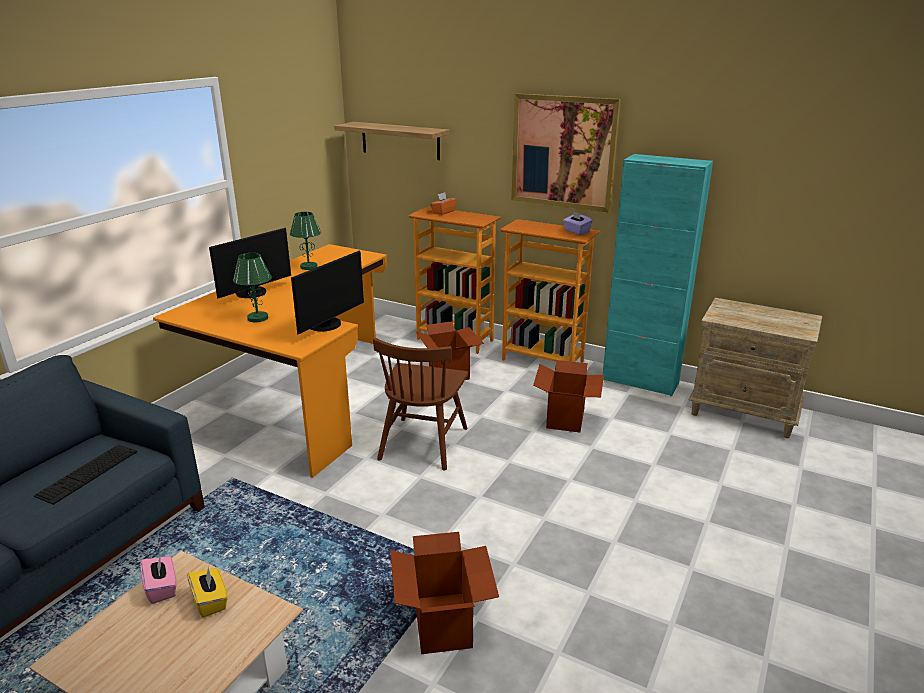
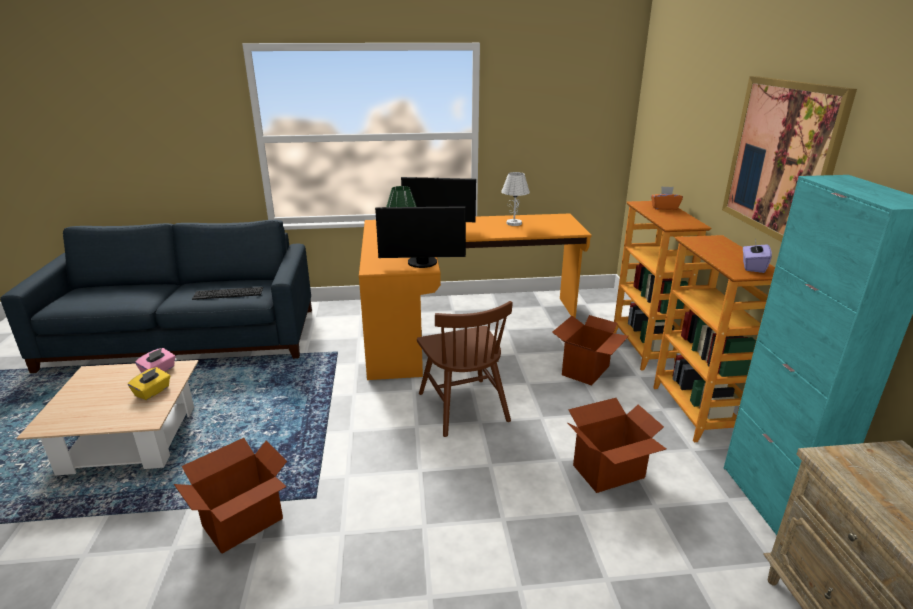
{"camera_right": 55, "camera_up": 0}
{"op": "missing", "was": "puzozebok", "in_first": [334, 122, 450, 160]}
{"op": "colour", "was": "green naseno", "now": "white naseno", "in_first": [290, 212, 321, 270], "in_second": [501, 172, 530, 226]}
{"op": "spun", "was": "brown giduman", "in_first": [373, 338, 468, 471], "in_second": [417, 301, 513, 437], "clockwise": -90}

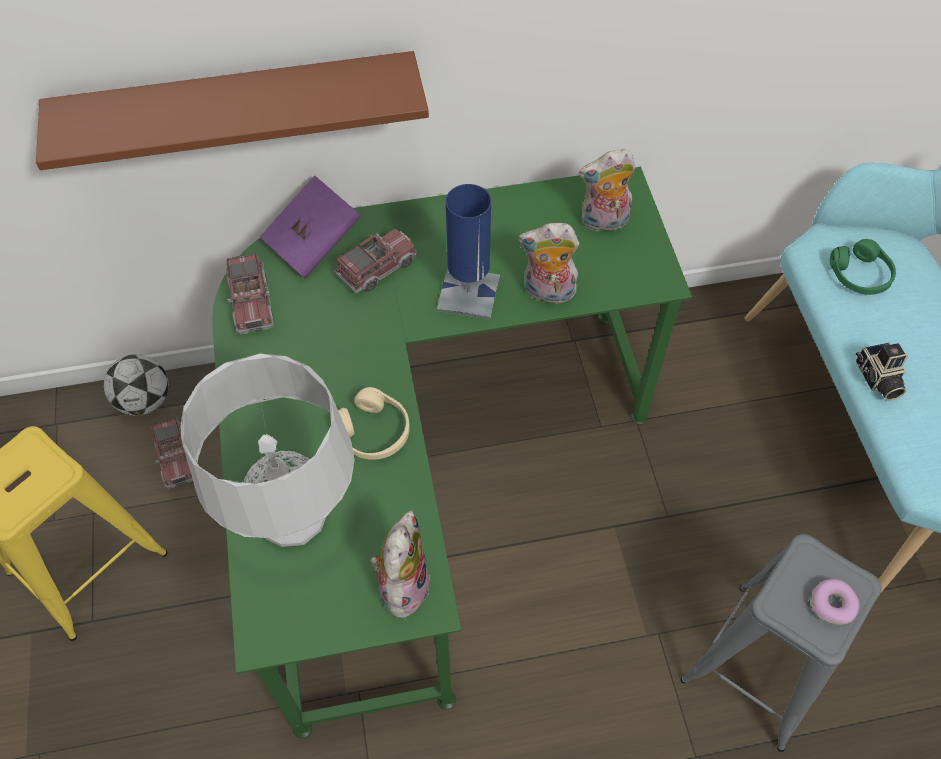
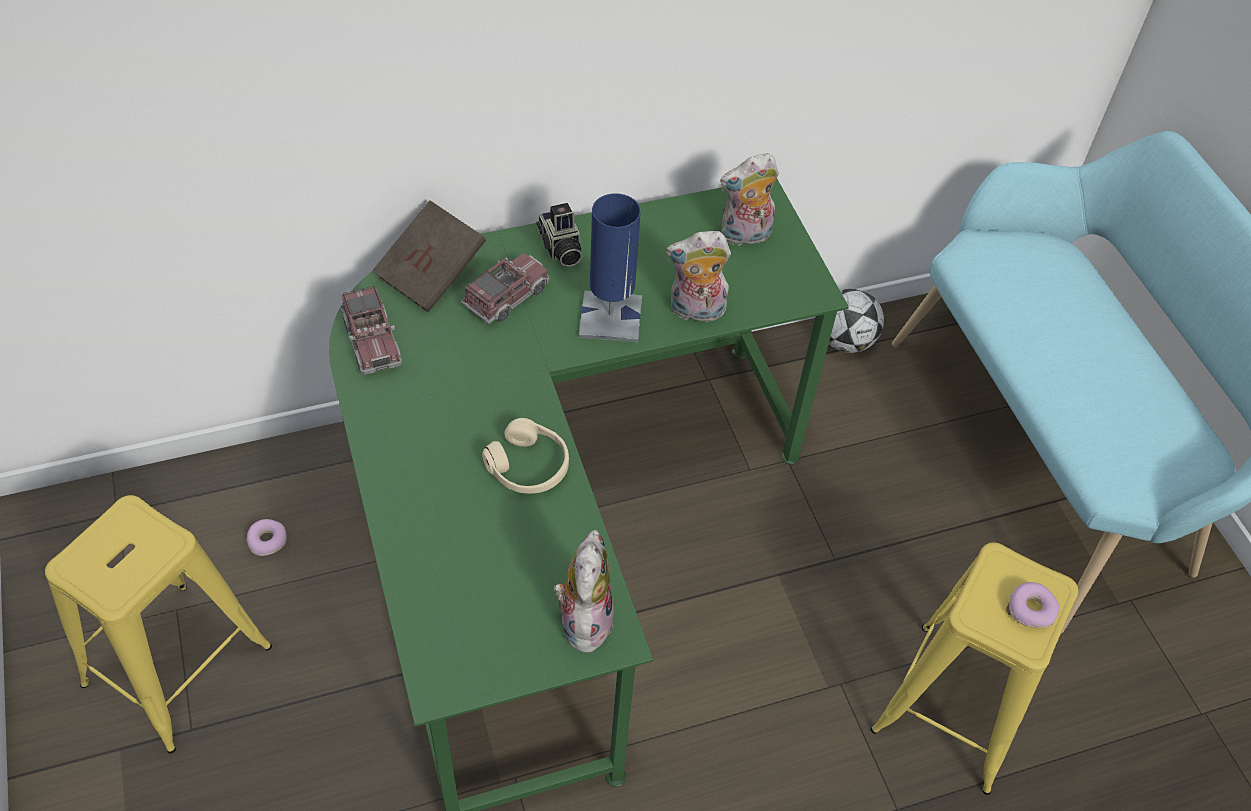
{"camera_right": -10, "camera_up": -5}
{"op": "missing", "was": "brown puzozebok", "in_first": [36, 51, 429, 170]}
{"op": "missing", "was": "grey naseno", "in_first": [180, 353, 354, 547]}
{"op": "missing", "was": "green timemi", "in_first": [830, 239, 896, 295]}
{"op": "relocated", "was": "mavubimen", "in_first": [104, 354, 168, 416], "in_second": [829, 289, 884, 353]}
{"op": "relocated", "was": "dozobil", "in_first": [856, 342, 908, 401], "in_second": [537, 203, 582, 267]}
{"op": "exchanged", "was": "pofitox", "now": "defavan", "in_first": [152, 418, 193, 489], "in_second": [246, 519, 287, 556]}
{"op": "colour", "was": "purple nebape", "now": "brown nebape", "in_first": [260, 175, 361, 278], "in_second": [372, 200, 486, 312]}
{"op": "colour", "was": "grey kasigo", "now": "yellow kasigo", "in_first": [681, 534, 881, 752], "in_second": [871, 542, 1078, 795]}

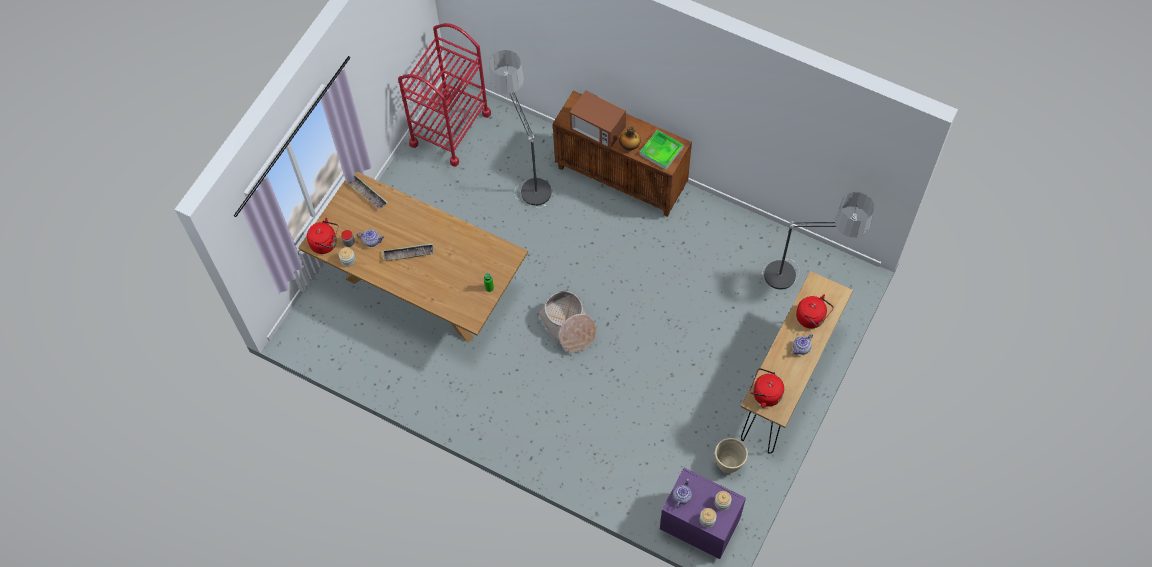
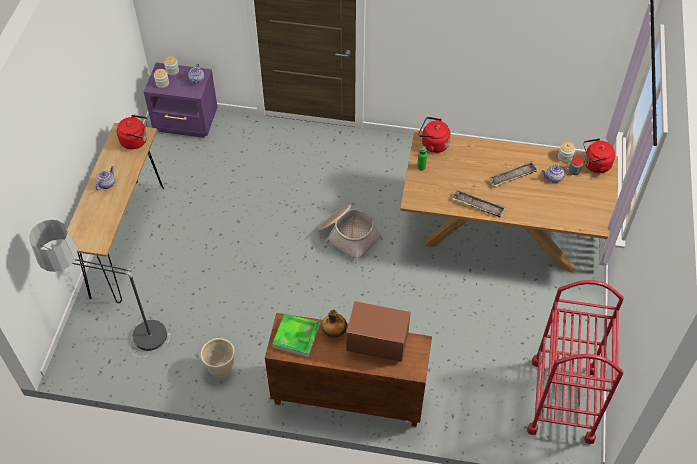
{"camera_right": 160, "camera_up": -10}
{"op": "missing", "was": "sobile", "in_first": [489, 50, 552, 208]}
{"op": "relocated", "was": "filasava", "in_first": [345, 175, 388, 210], "in_second": [452, 190, 506, 218]}
{"op": "relocated", "was": "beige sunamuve", "in_first": [715, 438, 748, 473], "in_second": [201, 338, 235, 378]}
{"op": "relocated", "was": "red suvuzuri", "in_first": [796, 294, 834, 328], "in_second": [418, 117, 451, 153]}

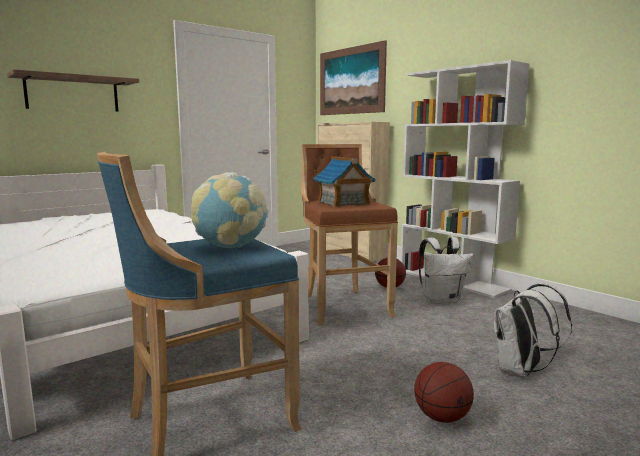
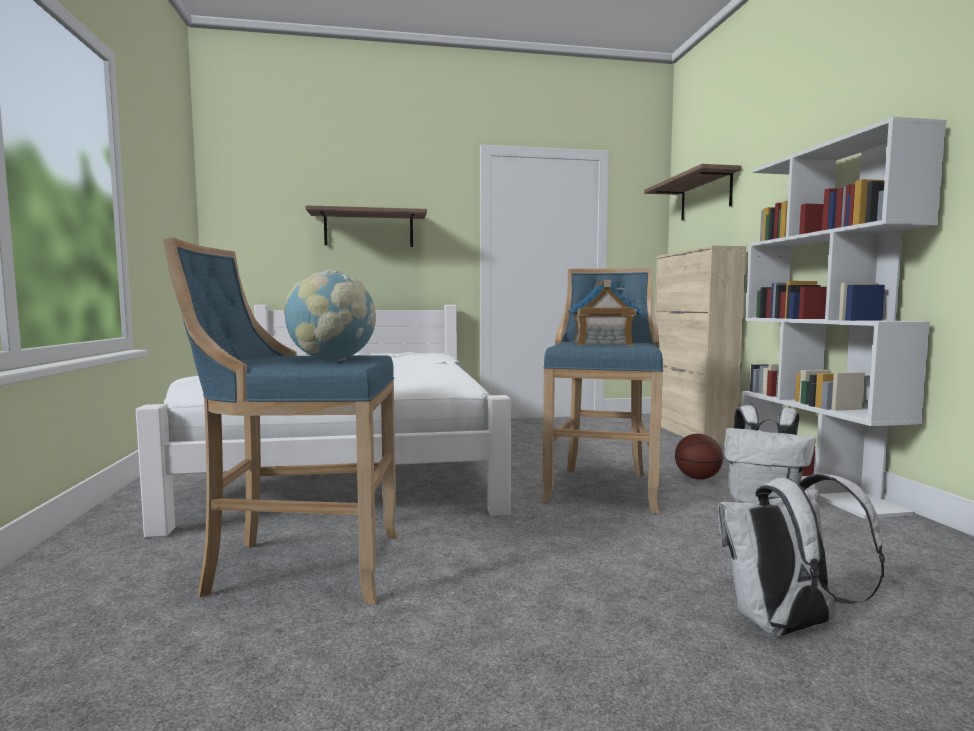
{"camera_right": 30, "camera_up": -5}
{"op": "missing", "was": "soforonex", "in_first": [414, 362, 474, 423]}
{"op": "exchanged", "was": "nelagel", "now": "puzozebok", "in_first": [320, 40, 387, 115], "in_second": [644, 164, 741, 220]}
{"op": "colour", "was": "brown kasigo", "now": "blue kasigo", "in_first": [301, 144, 398, 326], "in_second": [541, 268, 663, 513]}

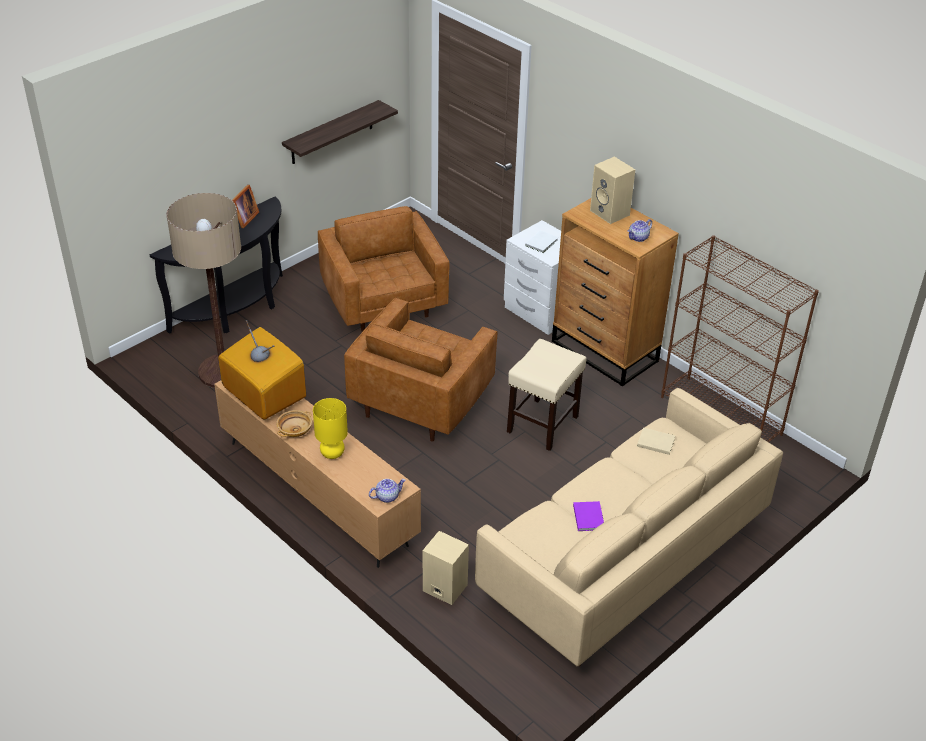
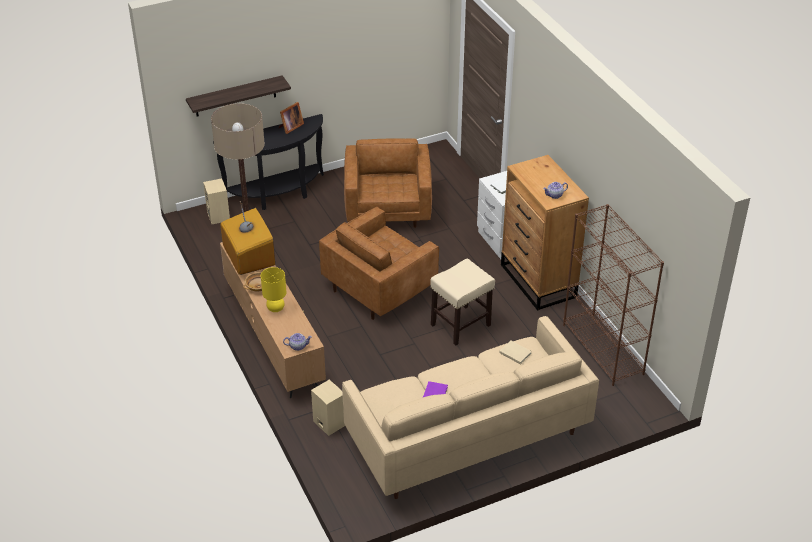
{"camera_right": 20, "camera_up": 0}
{"op": "relocated", "was": "puzozebok", "in_first": [282, 100, 398, 164], "in_second": [186, 75, 291, 117]}
{"op": "relocated", "was": "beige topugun", "in_first": [590, 157, 636, 224], "in_second": [203, 179, 230, 224]}

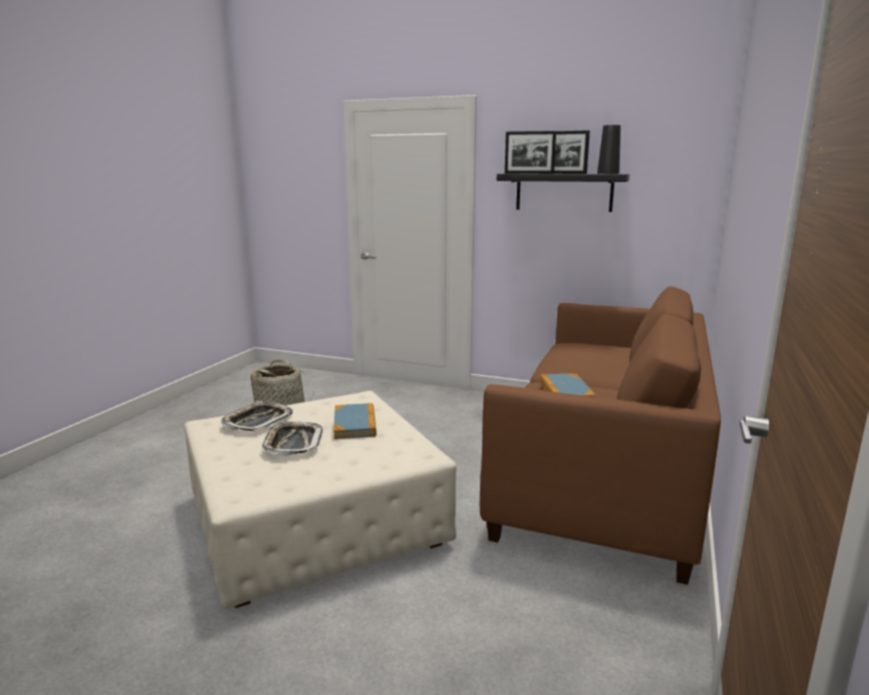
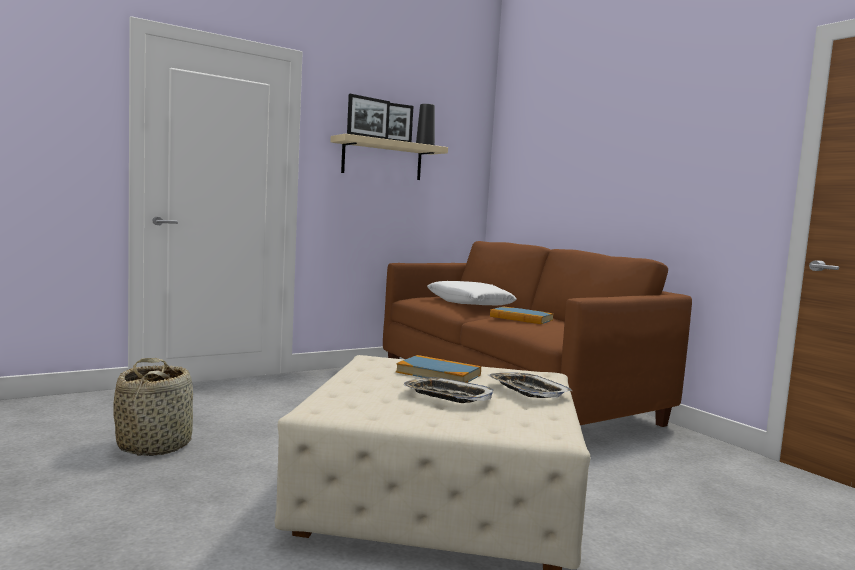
{"camera_right": -55, "camera_up": -10}
{"op": "appeared", "now": "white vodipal", "in_second": [427, 281, 517, 305]}
{"op": "relocated", "was": "filasava", "in_first": [221, 401, 293, 431], "in_second": [488, 372, 572, 398]}
{"op": "colour", "was": "black puzozebok", "now": "beige puzozebok", "in_first": [497, 174, 630, 212], "in_second": [330, 134, 448, 180]}

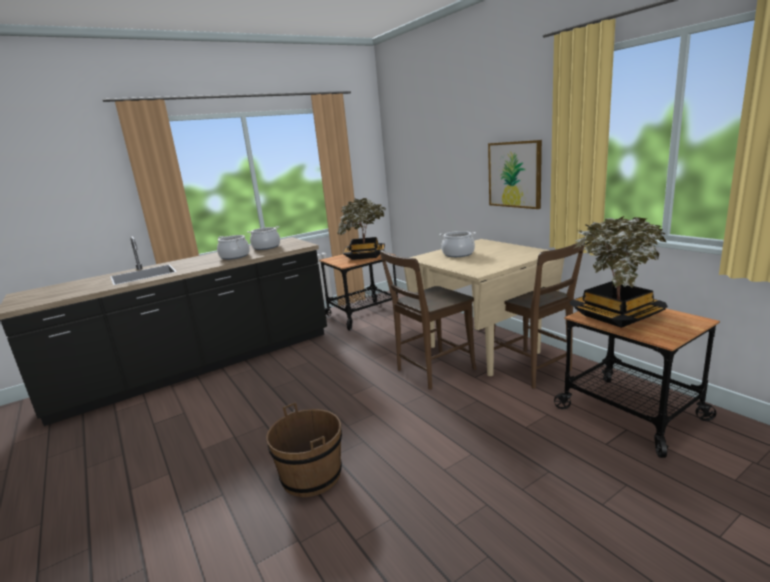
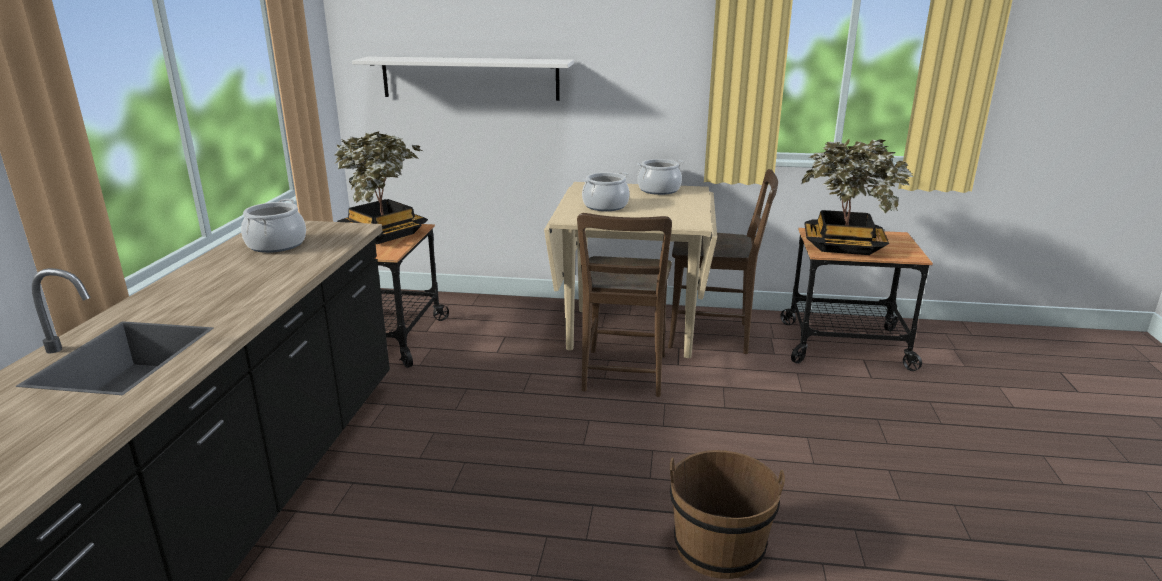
{"camera_right": -50, "camera_up": 5}
{"op": "missing", "was": "nelagel", "in_first": [488, 140, 542, 209]}
{"op": "appeared", "now": "white puzozebok", "in_second": [352, 56, 574, 101]}
{"op": "relocated", "was": "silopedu", "in_first": [217, 235, 250, 260], "in_second": [637, 159, 683, 195]}

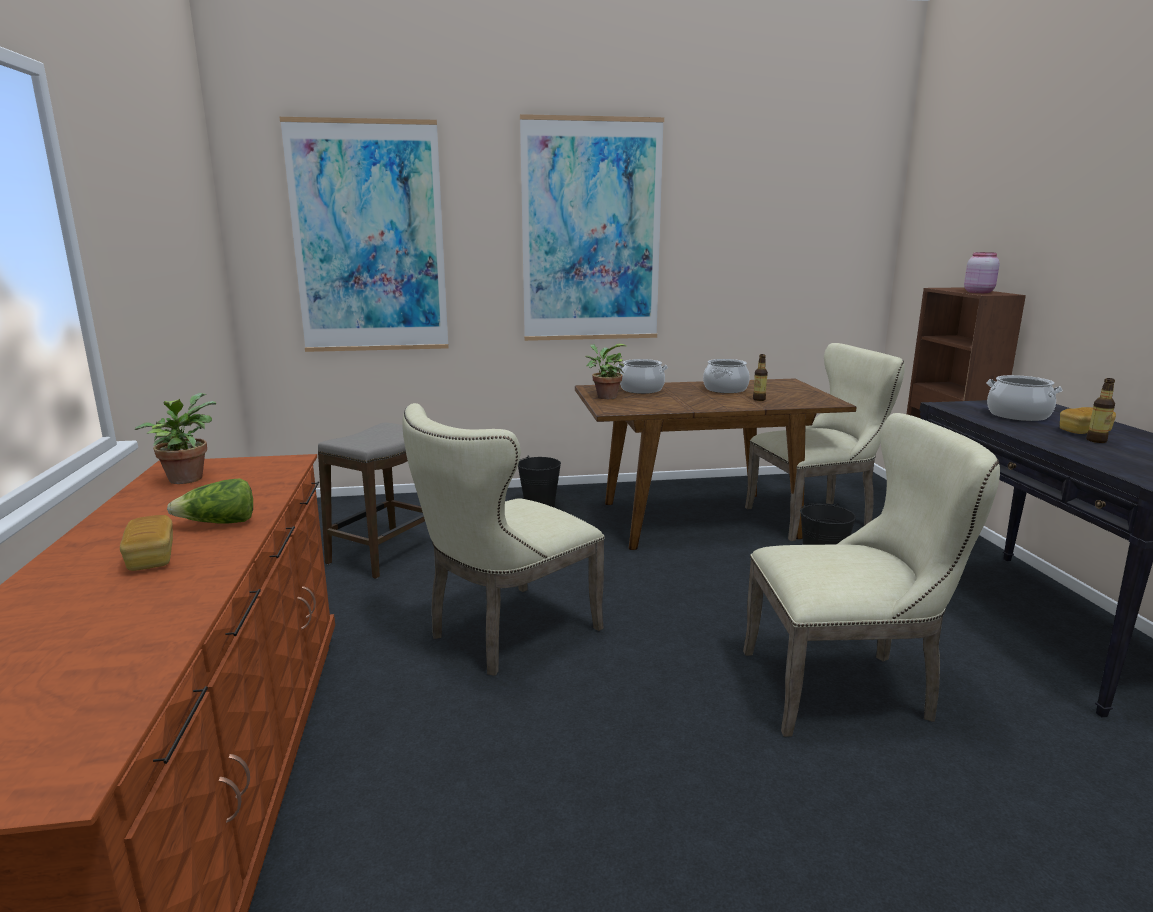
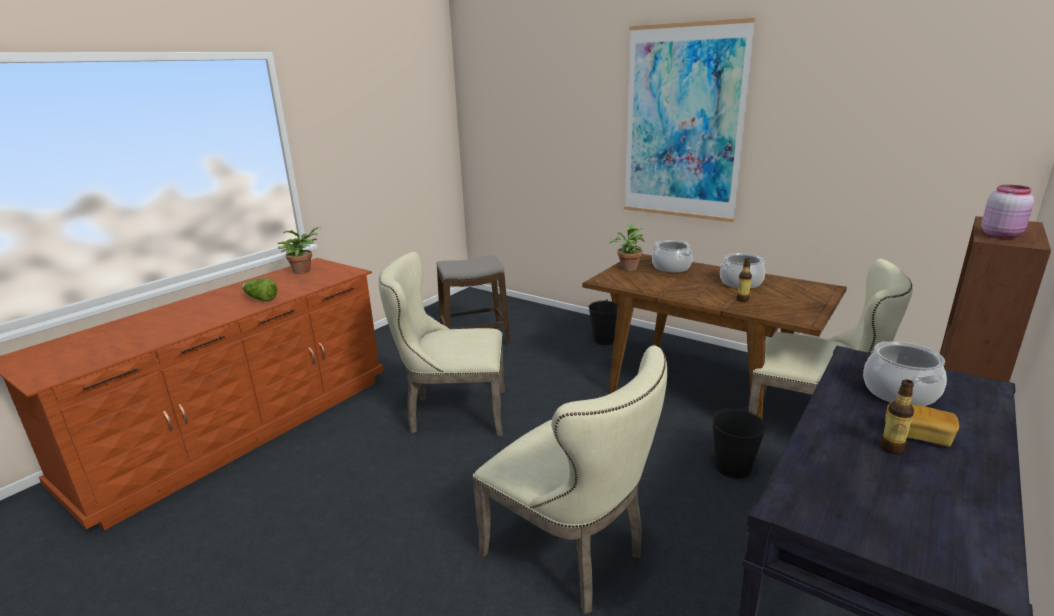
{"camera_right": 45, "camera_up": 5}
{"op": "missing", "was": "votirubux", "in_first": [120, 515, 173, 571]}
{"op": "missing", "was": "nelagel", "in_first": [279, 117, 449, 352]}

